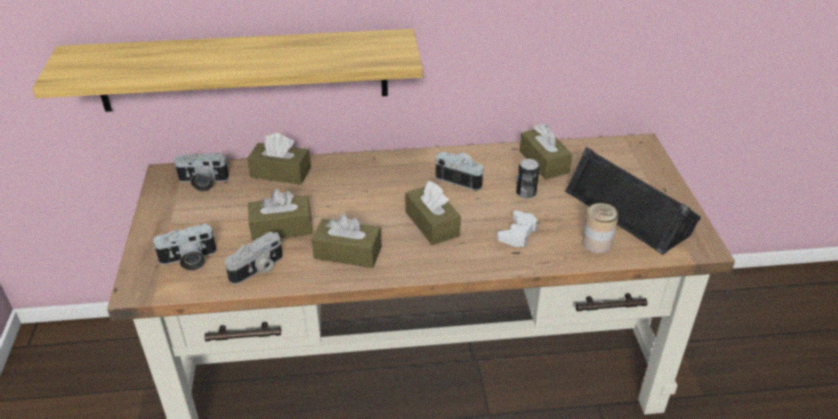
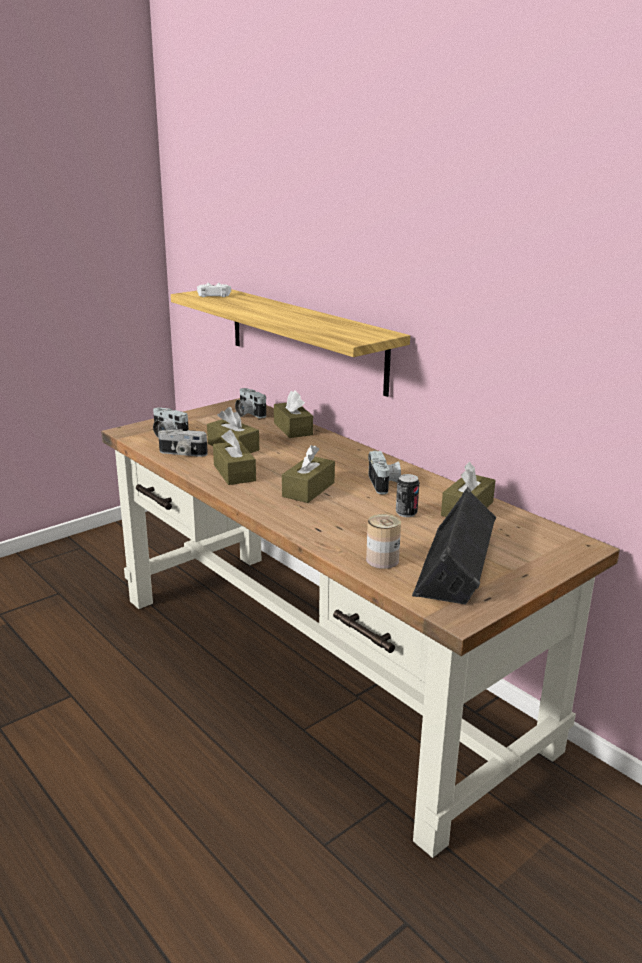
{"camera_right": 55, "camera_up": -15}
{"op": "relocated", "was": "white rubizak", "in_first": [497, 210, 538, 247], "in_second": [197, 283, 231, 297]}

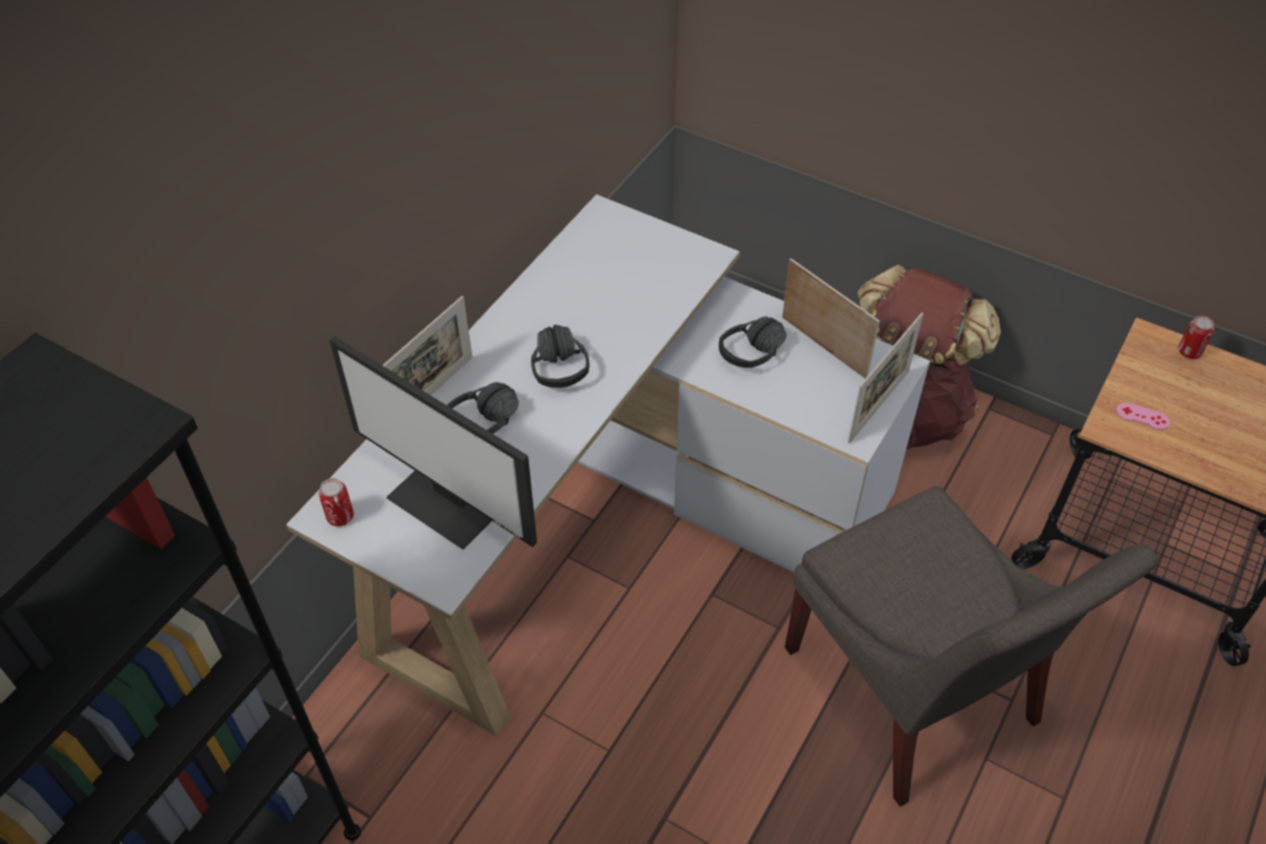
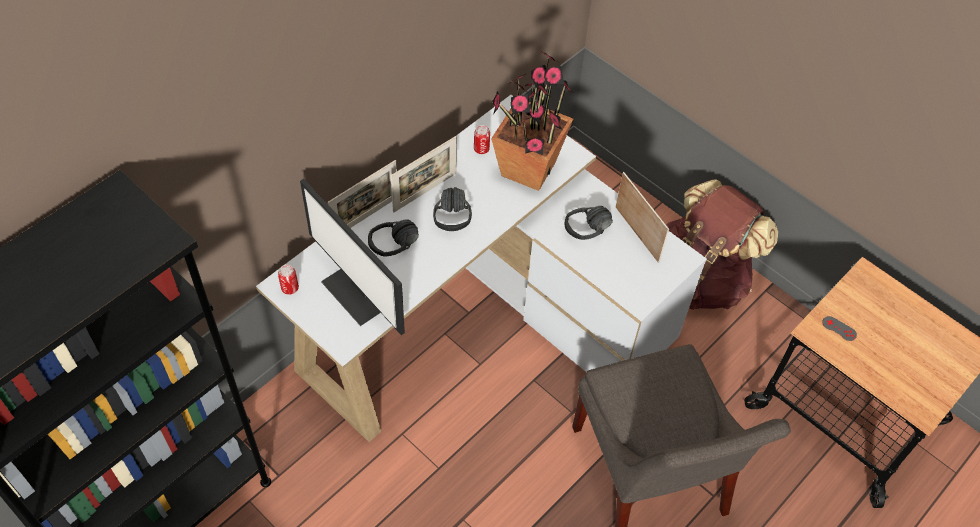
{"camera_right": 10, "camera_up": 5}
{"op": "appeared", "now": "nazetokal", "in_second": [491, 50, 574, 191]}
{"op": "relocated", "was": "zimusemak", "in_first": [848, 313, 923, 443], "in_second": [391, 136, 457, 213]}
{"op": "relocated", "was": "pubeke", "in_first": [1178, 316, 1214, 359], "in_second": [474, 125, 490, 154]}
{"op": "colour", "was": "pink rubizak", "now": "grey rubizak", "in_first": [1116, 402, 1170, 430], "in_second": [822, 316, 857, 341]}

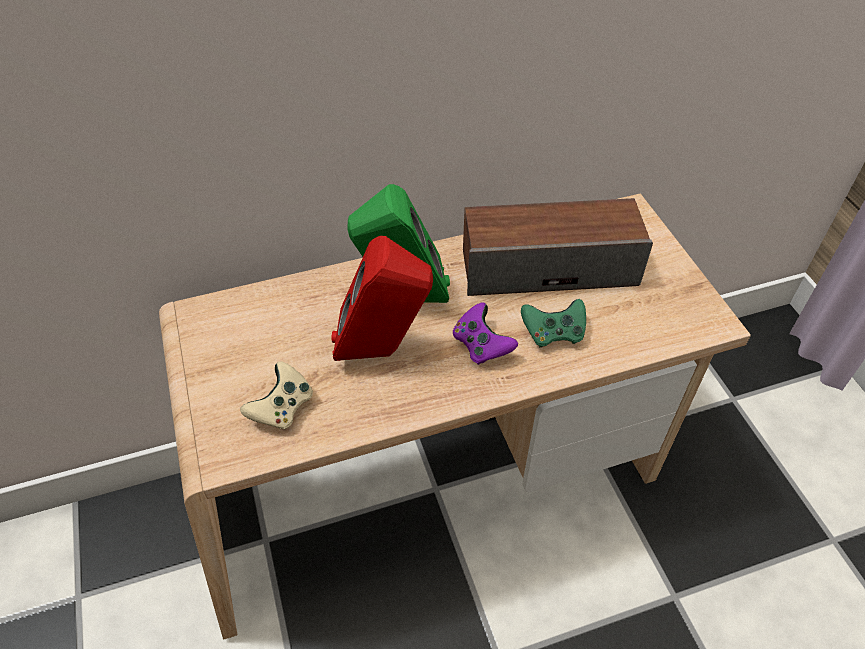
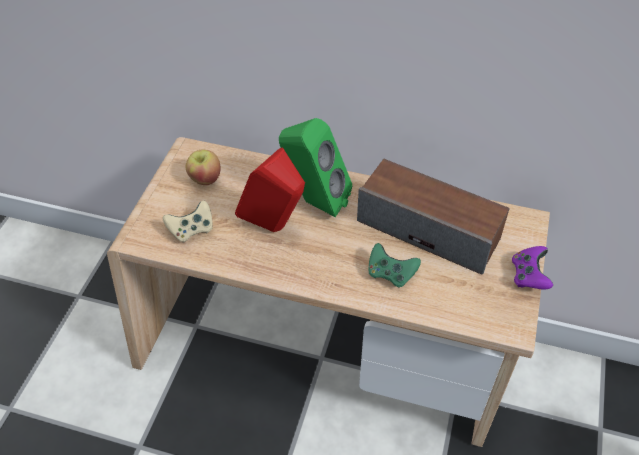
{"camera_right": 35, "camera_up": 0}
{"op": "appeared", "now": "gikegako", "in_second": [186, 150, 221, 185]}
{"op": "relocated", "was": "purple rubizak", "in_first": [453, 302, 518, 365], "in_second": [512, 246, 553, 290]}

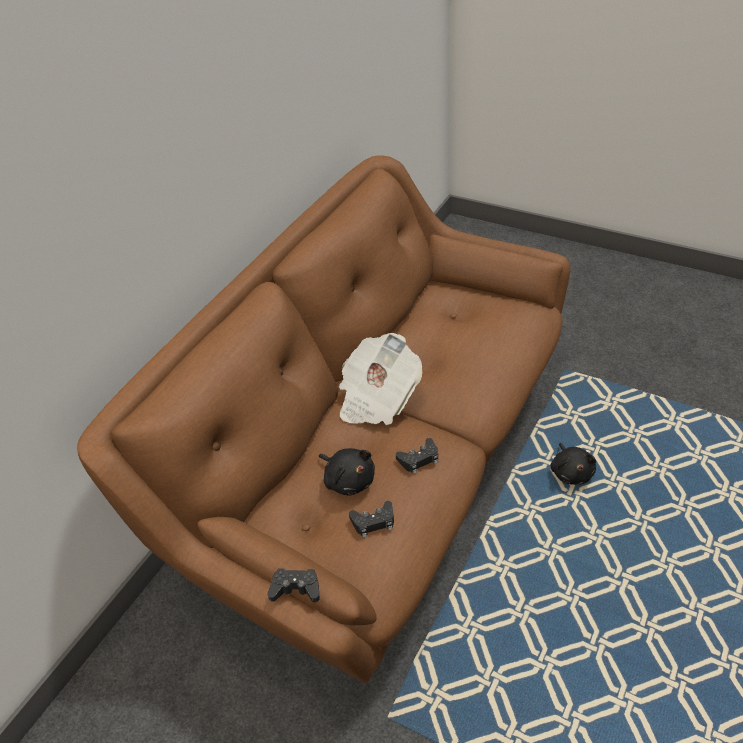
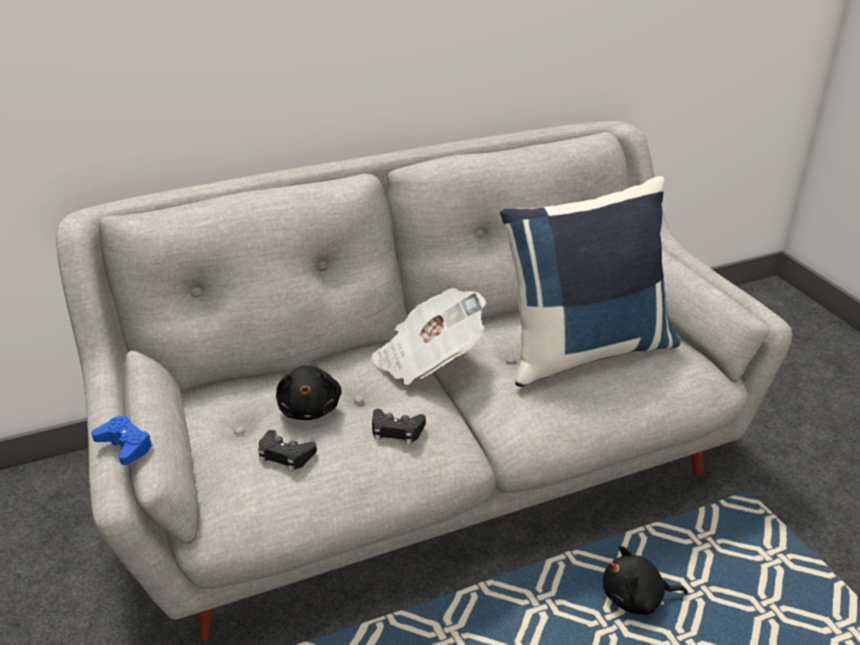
{"camera_right": 35, "camera_up": -10}
{"op": "appeared", "now": "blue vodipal", "in_second": [500, 176, 680, 387]}
{"op": "colour", "was": "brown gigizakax", "now": "grey gigizakax", "in_first": [77, 155, 570, 683], "in_second": [56, 121, 792, 641]}
{"op": "colour", "was": "black rubizak", "now": "blue rubizak", "in_first": [267, 568, 320, 602], "in_second": [91, 416, 153, 465]}
{"op": "spun", "was": "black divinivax", "in_first": [550, 443, 596, 485], "in_second": [603, 545, 687, 615], "clockwise": 60}

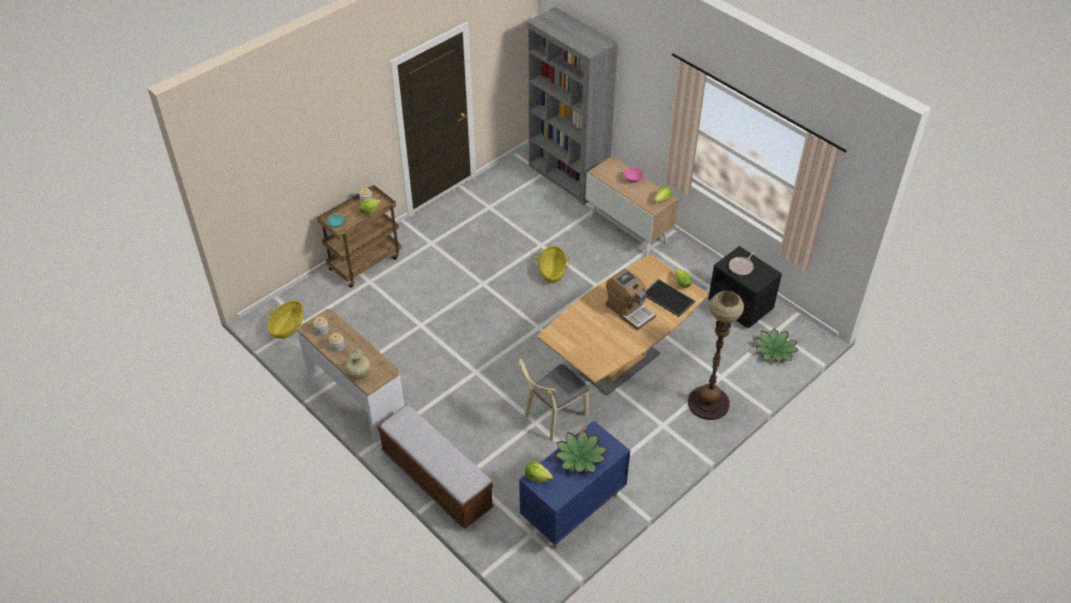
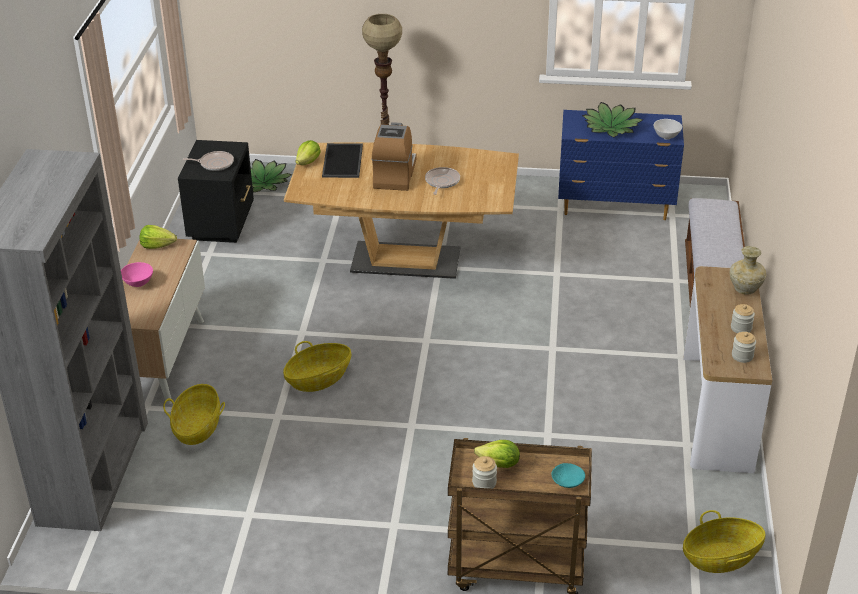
{"camera_right": -130, "camera_up": -10}
{"op": "missing", "was": "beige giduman", "in_first": [518, 359, 590, 441]}
{"op": "appeared", "now": "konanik", "in_second": [163, 384, 225, 445]}
{"op": "appeared", "now": "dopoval", "in_second": [425, 167, 460, 195]}
{"op": "exchanged", "was": "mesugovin", "now": "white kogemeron", "in_first": [525, 461, 553, 483], "in_second": [653, 119, 682, 140]}

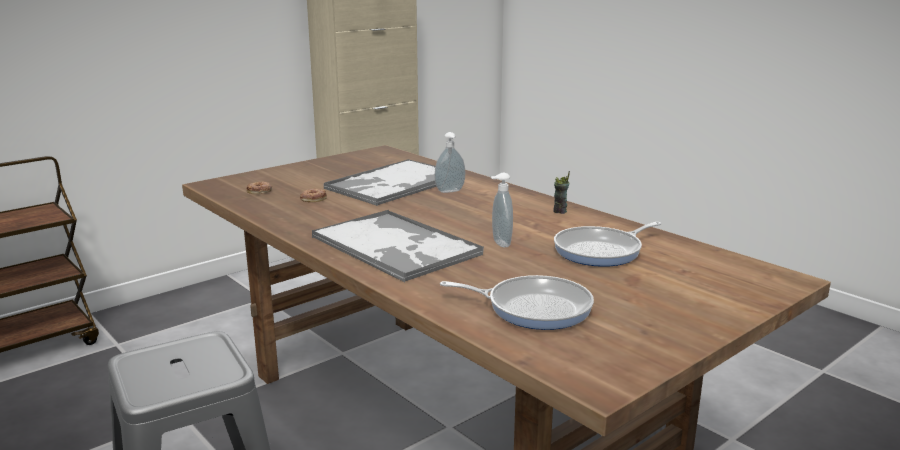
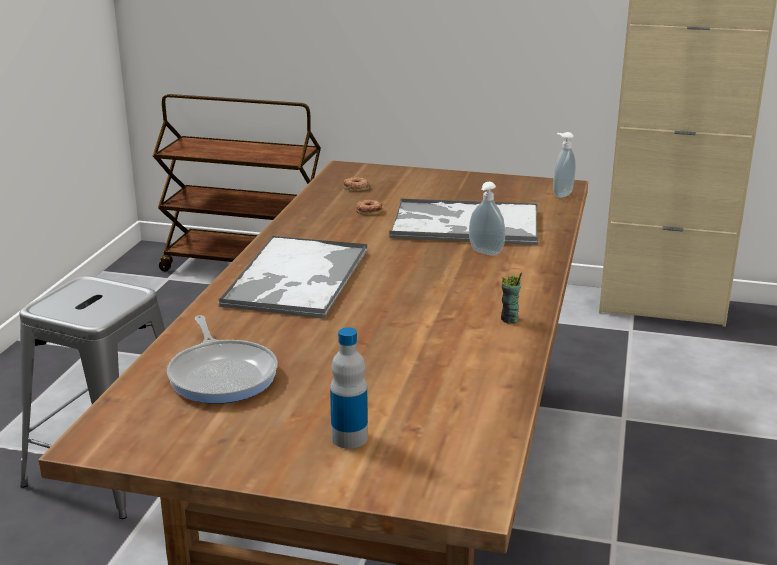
{"camera_right": 55, "camera_up": 5}
{"op": "missing", "was": "dopoval", "in_first": [554, 222, 662, 267]}
{"op": "appeared", "now": "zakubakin", "in_second": [330, 327, 368, 449]}
{"op": "relocated", "was": "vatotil", "in_first": [491, 173, 513, 247], "in_second": [553, 132, 576, 198]}

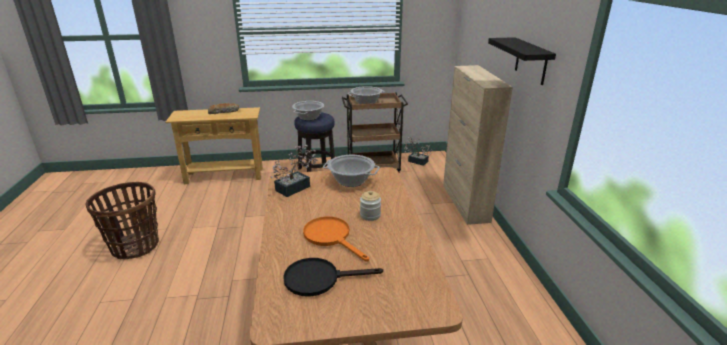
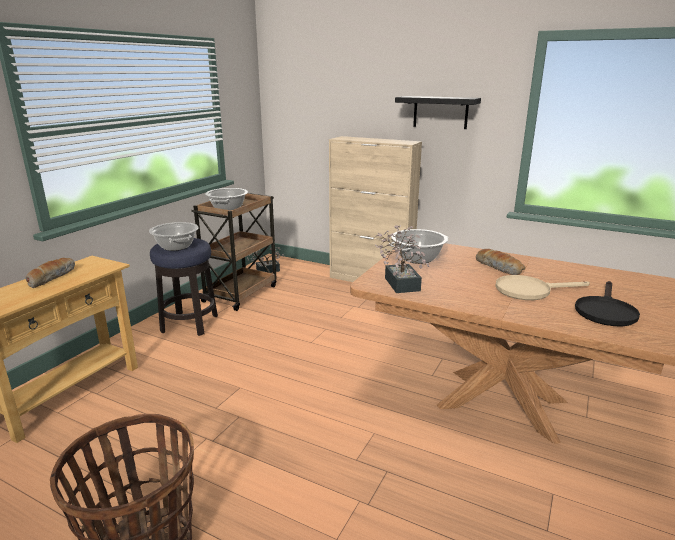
{"camera_right": -55, "camera_up": -5}
{"op": "exchanged", "was": "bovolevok", "now": "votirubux", "in_first": [360, 191, 381, 221], "in_second": [476, 249, 525, 275]}
{"op": "colour", "was": "orange dopoval", "now": "beige dopoval", "in_first": [303, 216, 369, 261], "in_second": [495, 275, 590, 300]}

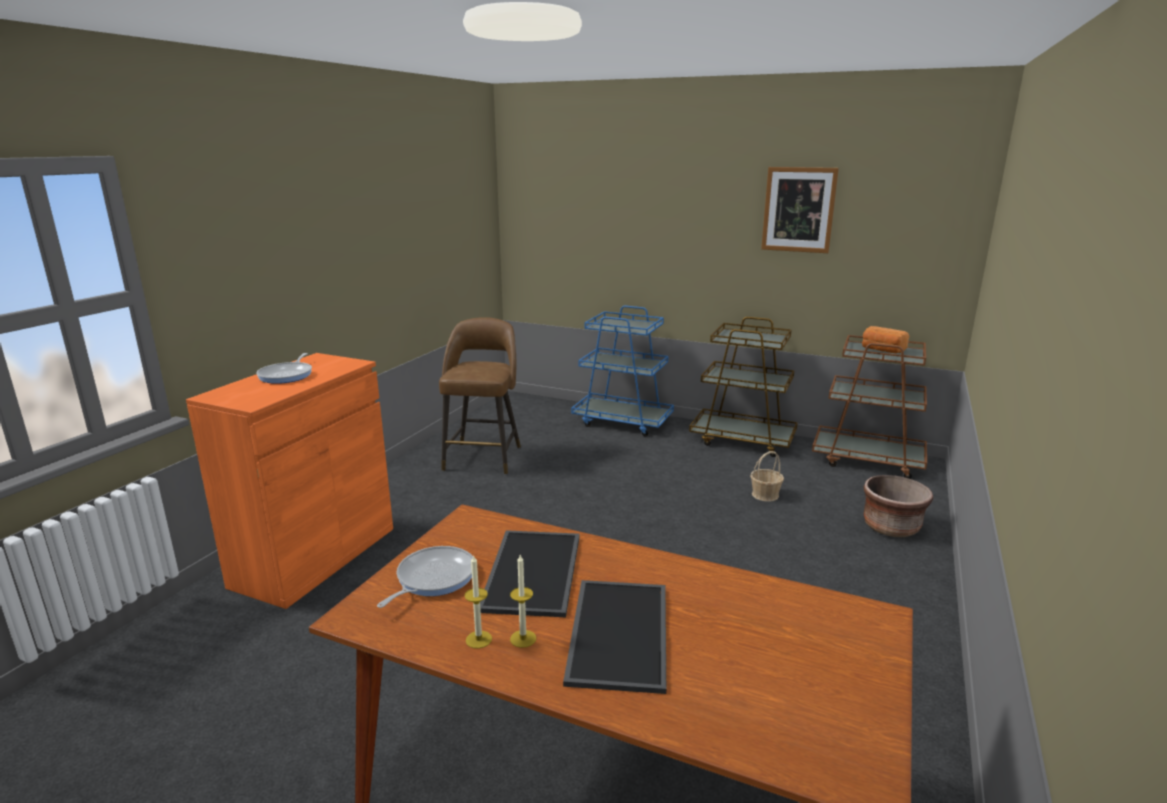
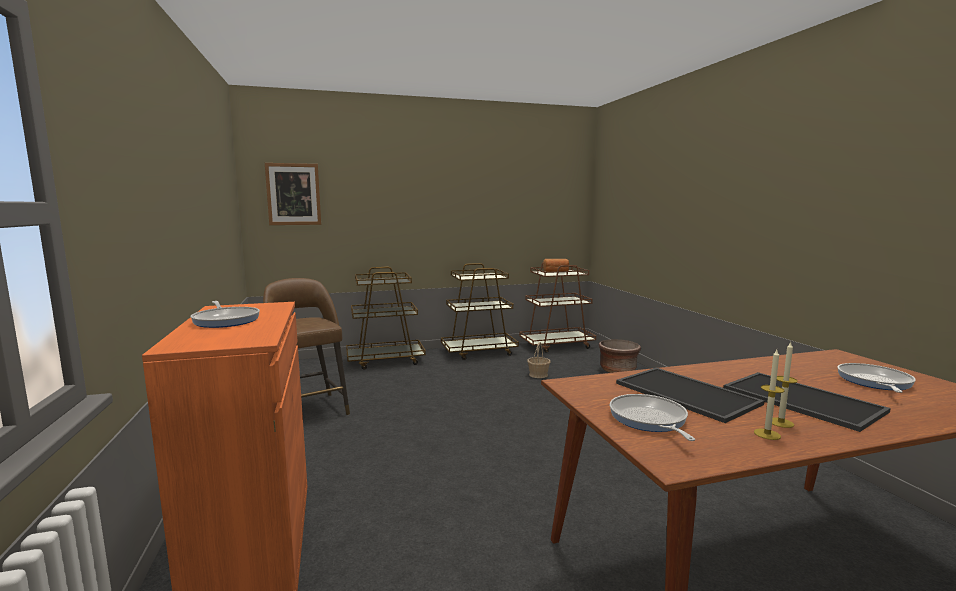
{"camera_right": -40, "camera_up": -10}
{"op": "appeared", "now": "dopoval", "in_second": [837, 363, 916, 393]}
{"op": "relocated", "was": "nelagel", "in_first": [761, 167, 839, 253], "in_second": [265, 163, 321, 225]}
{"op": "colour", "was": "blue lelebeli", "now": "brown lelebeli", "in_first": [571, 306, 674, 437], "in_second": [346, 267, 426, 369]}

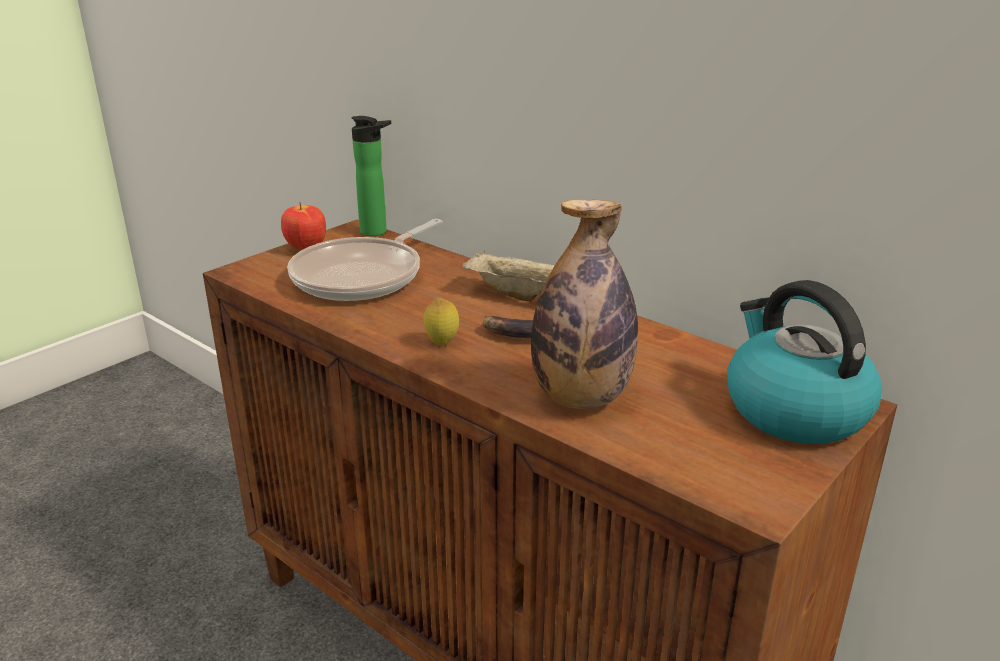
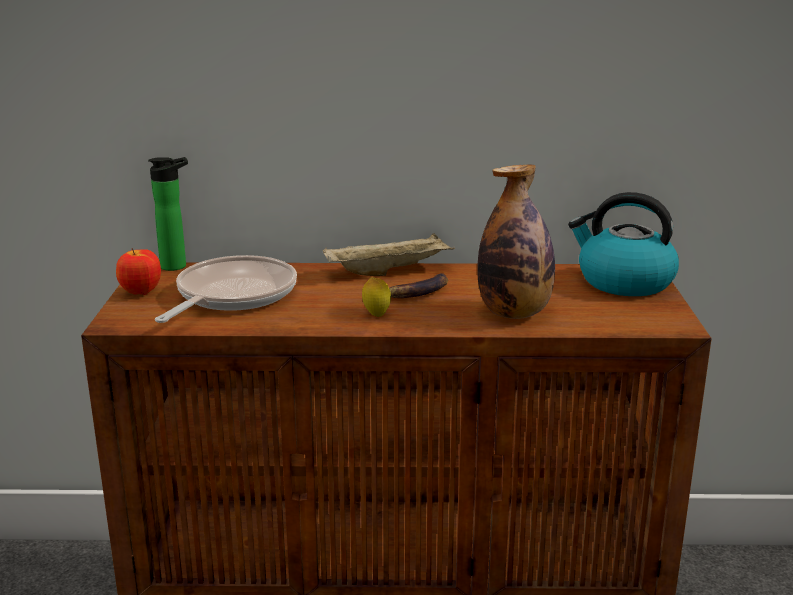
{"camera_right": -40, "camera_up": -5}
{"op": "spun", "was": "dopoval", "in_first": [287, 219, 442, 301], "in_second": [155, 255, 297, 323], "clockwise": -150}

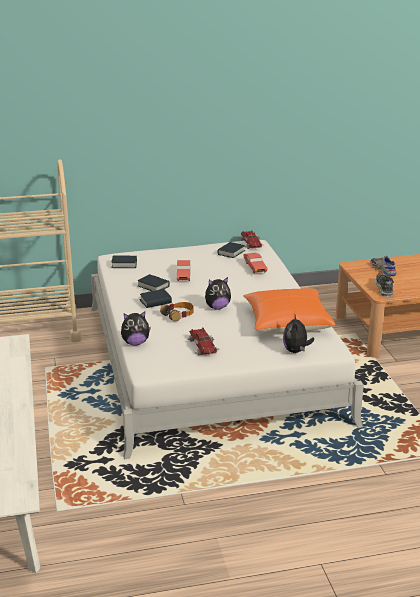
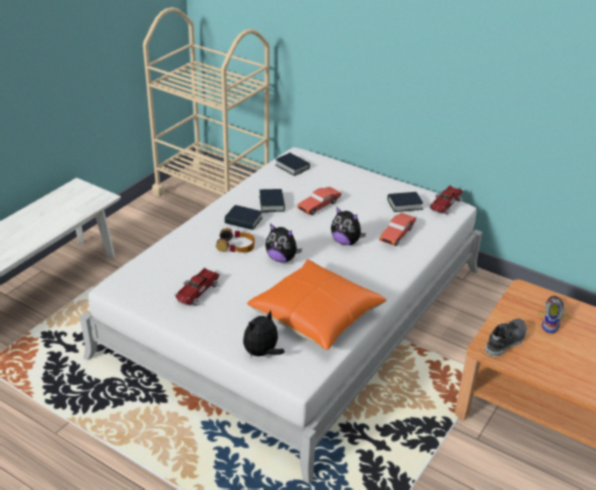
{"camera_right": 45, "camera_up": 10}
{"op": "relocated", "was": "divinivax", "in_first": [121, 311, 151, 346], "in_second": [331, 207, 366, 245]}

